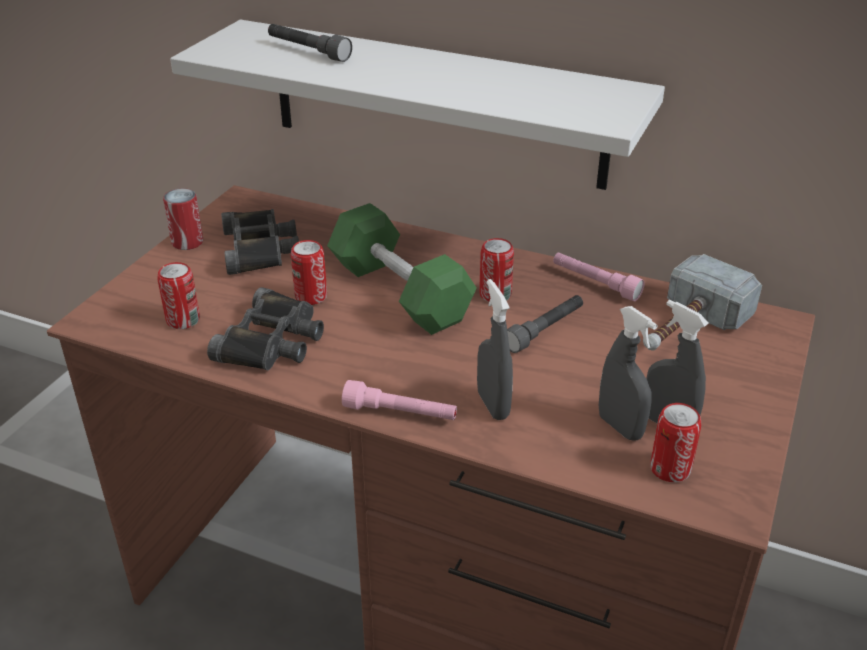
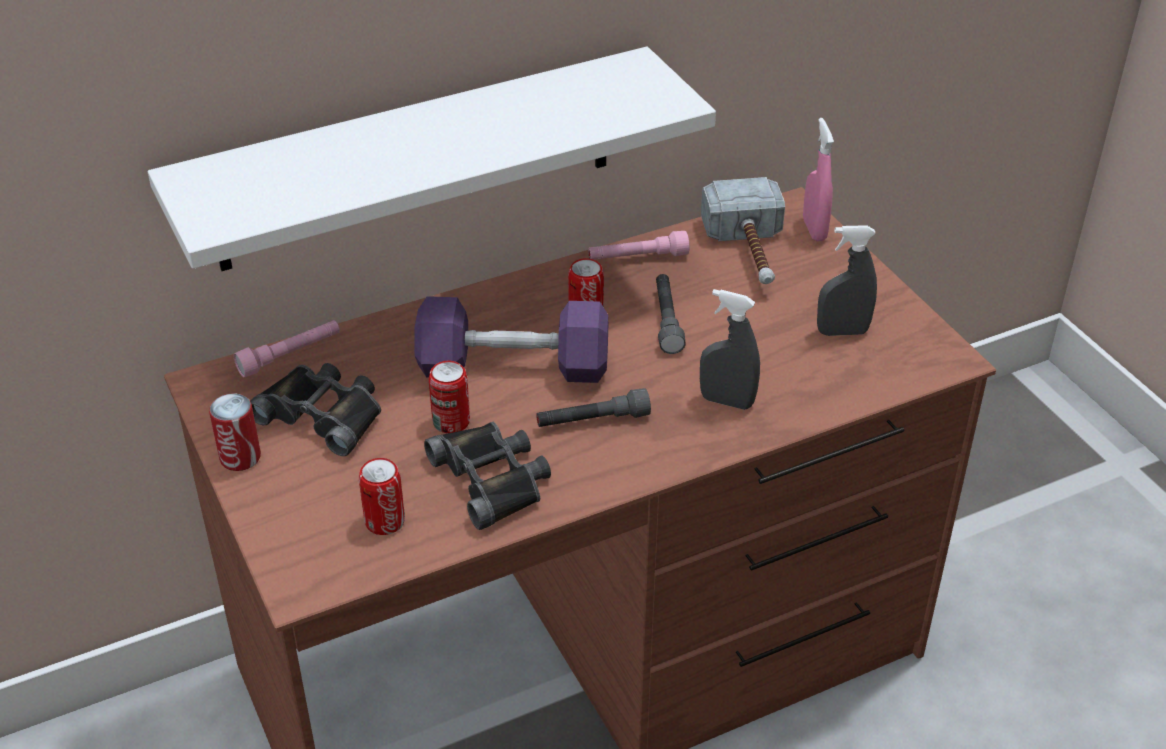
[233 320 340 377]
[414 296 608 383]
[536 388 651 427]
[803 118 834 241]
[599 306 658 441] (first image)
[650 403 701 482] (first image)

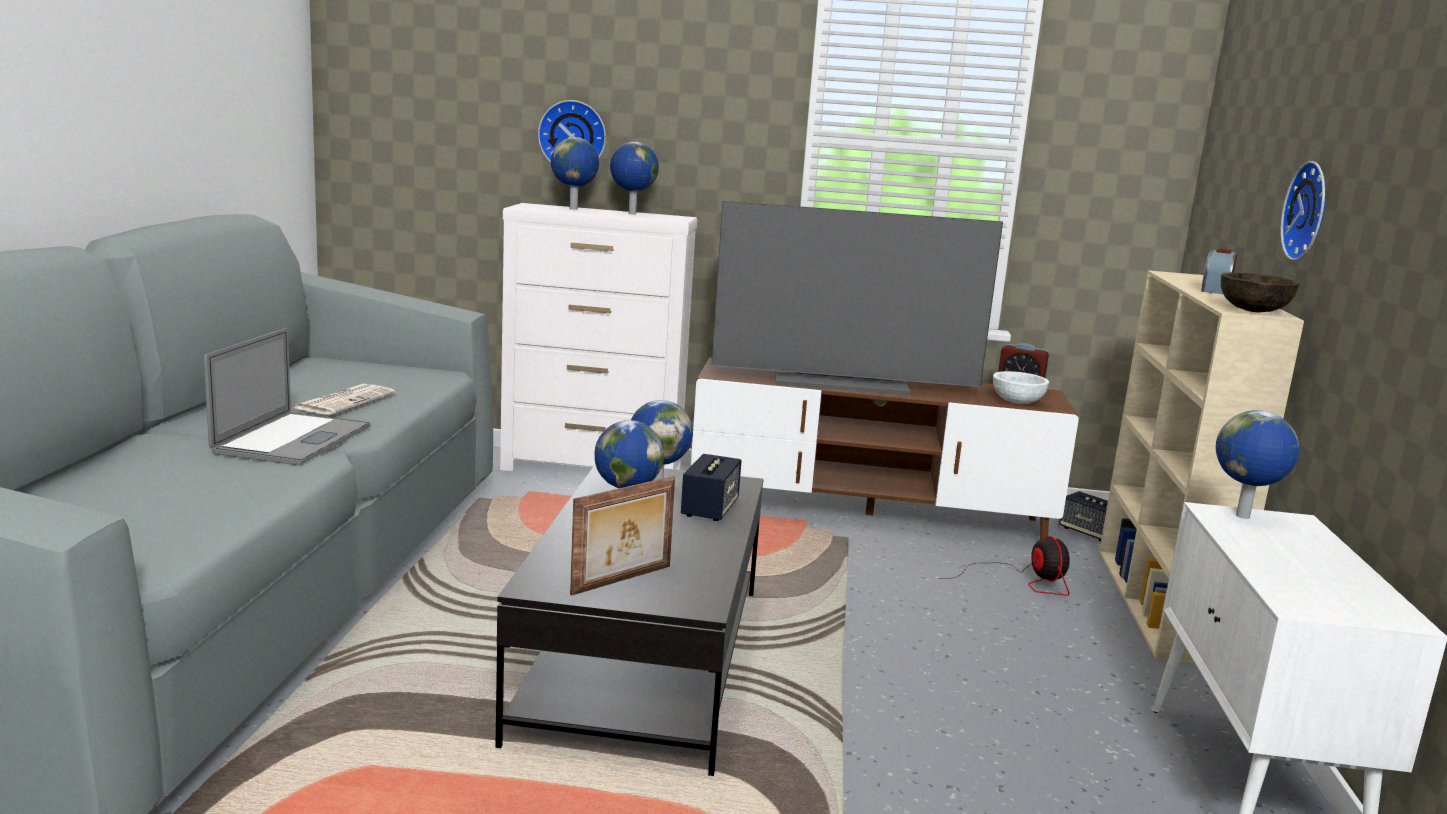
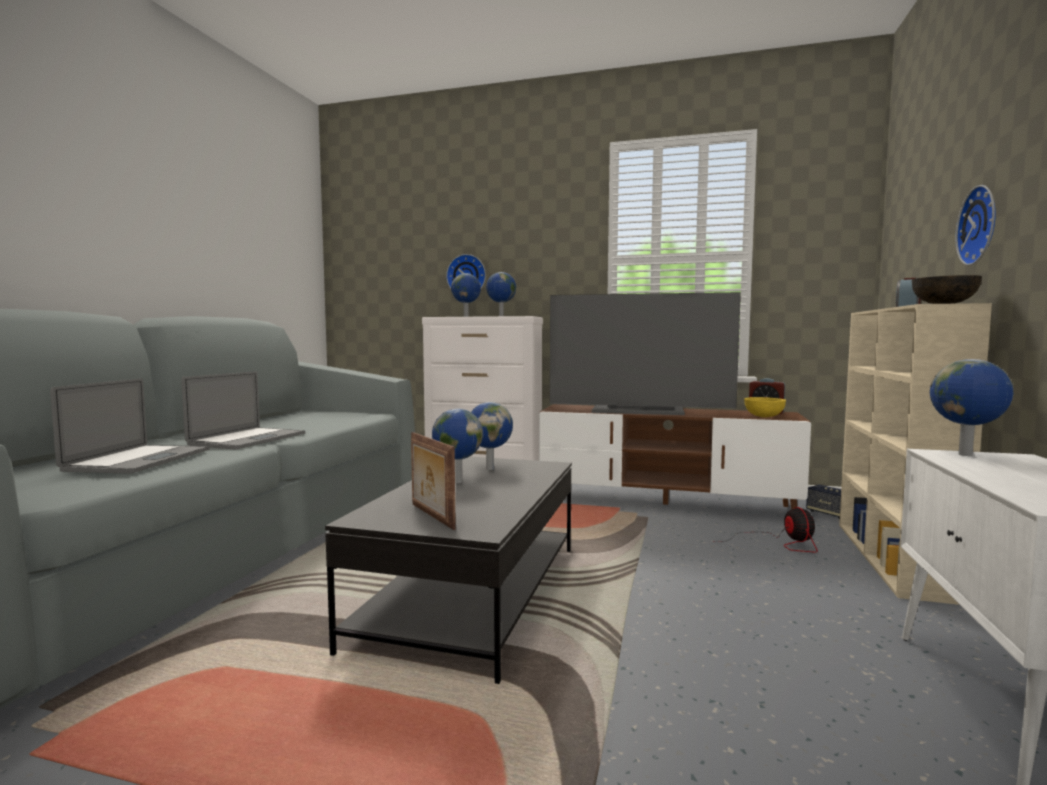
[50 378 210 473]
[411 432 456 530]
[744 397 786 417]
[294 384 395 415] (first image)
[681 454 742 521] (first image)

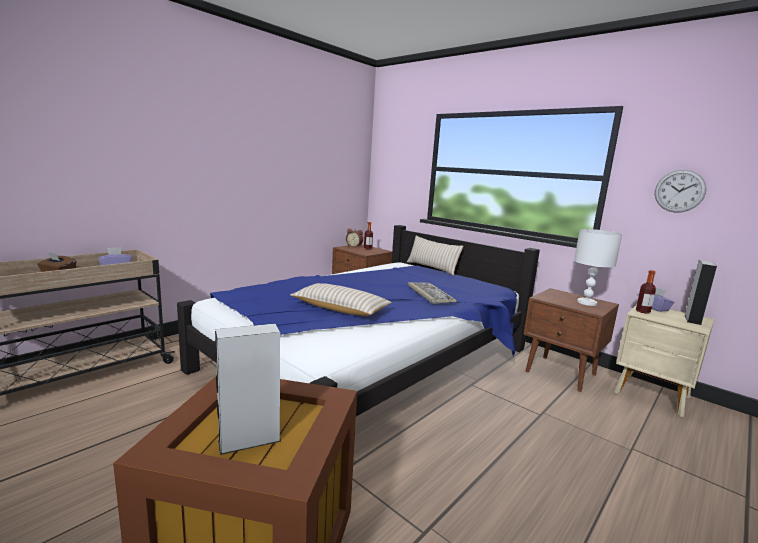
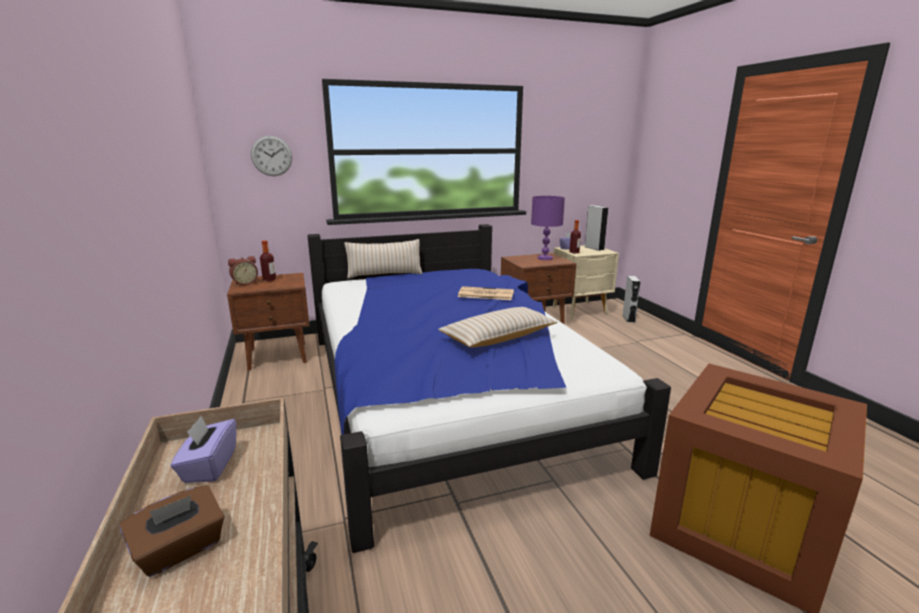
[251 136 292 176]
[458 286 514 300]
[531 196 565 260]
[622 276 641 323]

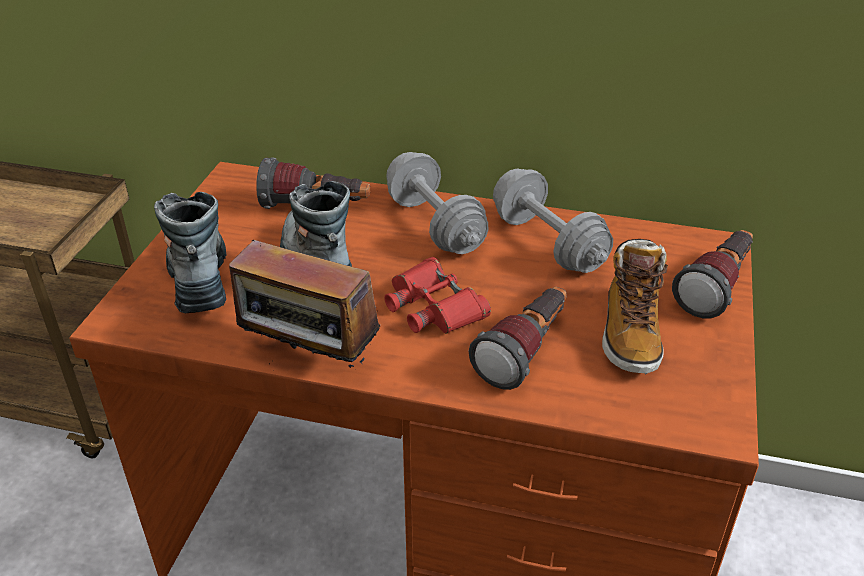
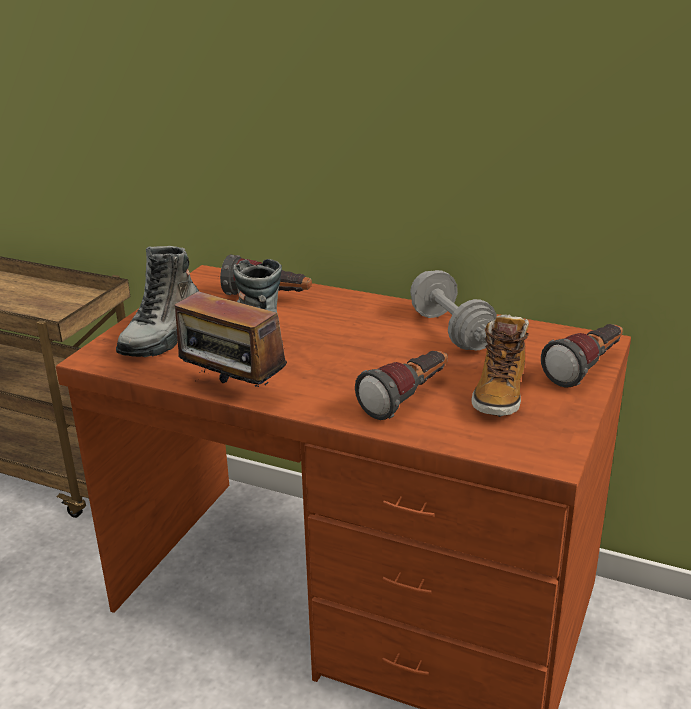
[116 246 199 357]
[384 257 491 333] (first image)
[386 152 489 254] (first image)

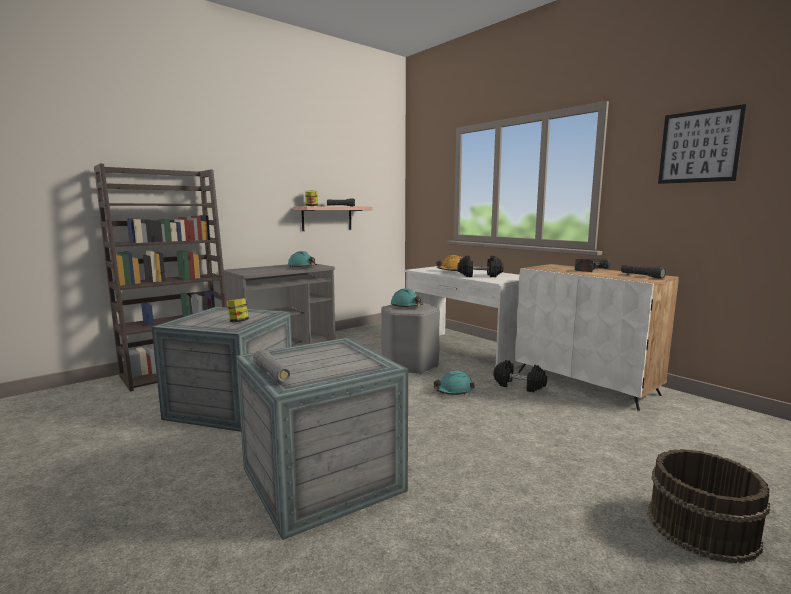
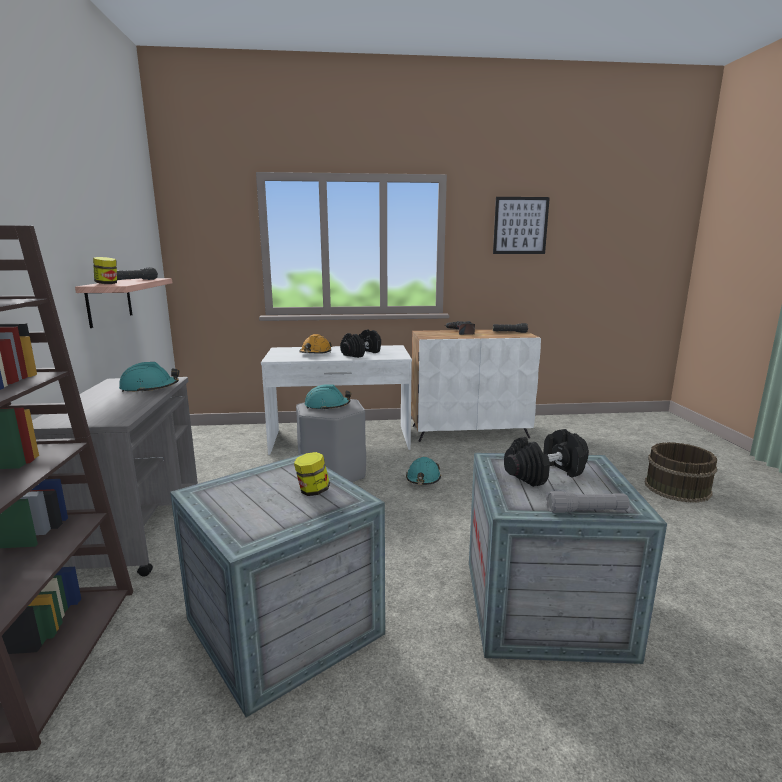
[504 429 589 487]

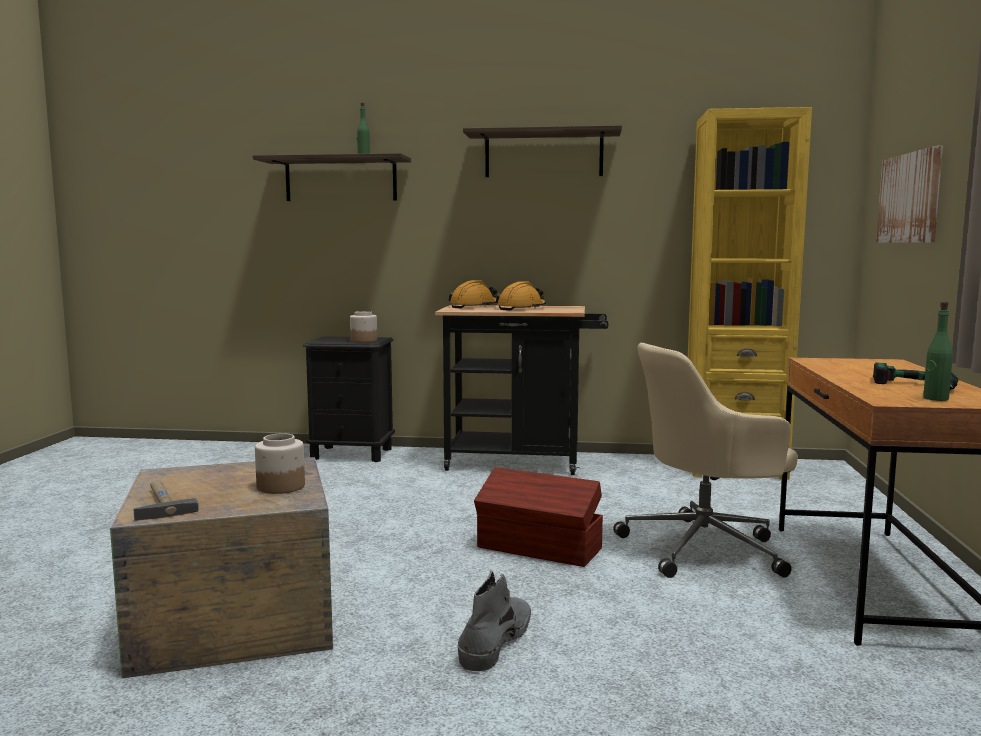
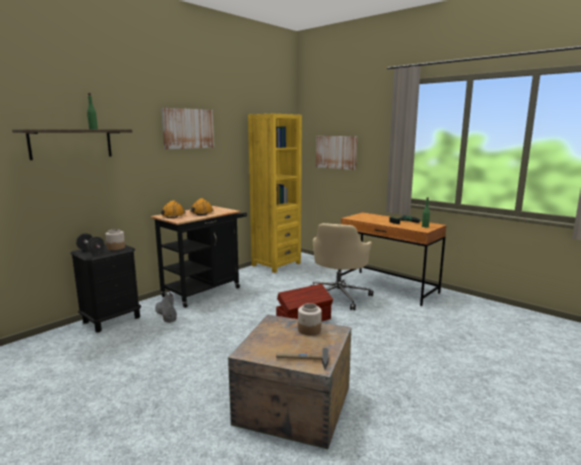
[76 233 105 254]
[155 291 177 323]
[161 108 214 149]

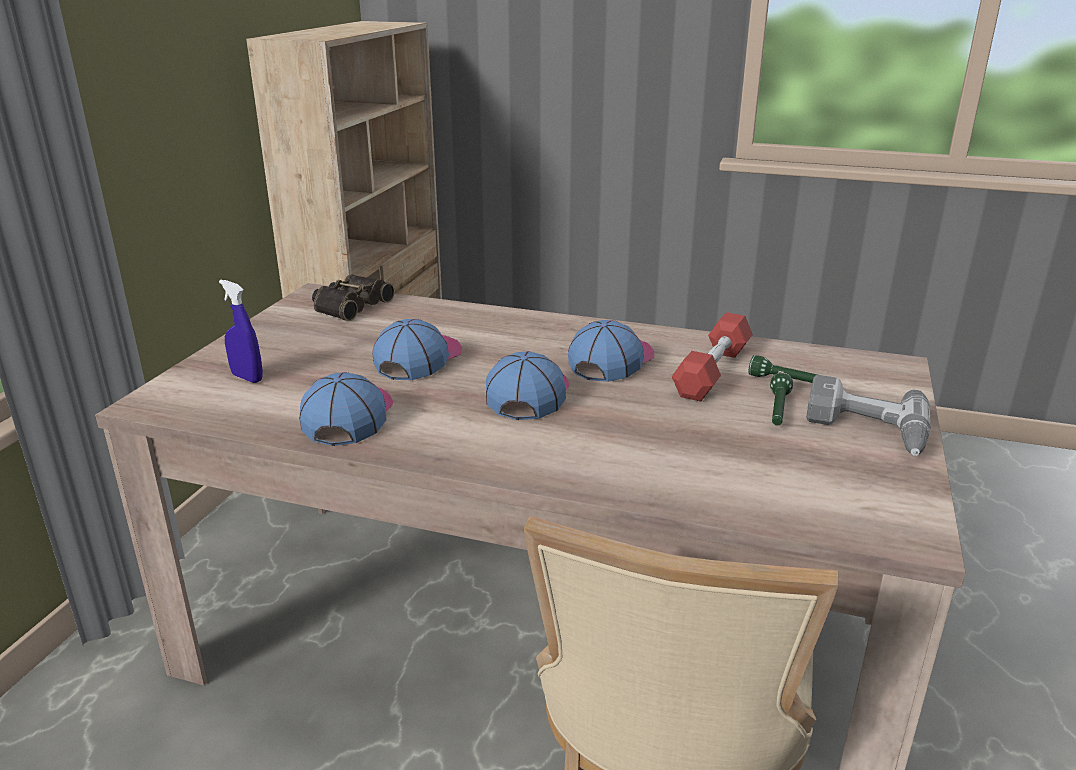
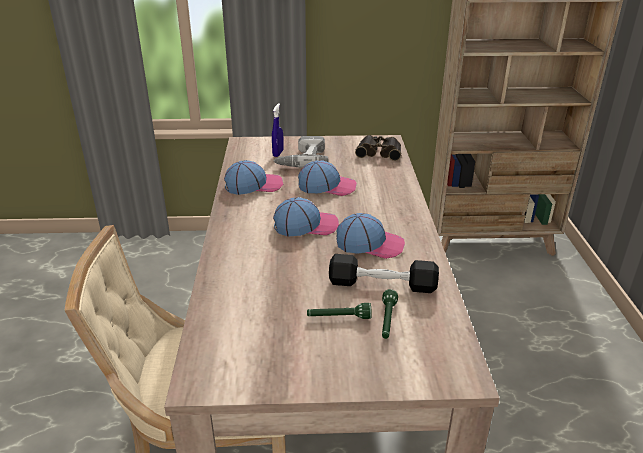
[273 136 329 168]
[329 254 439 293]

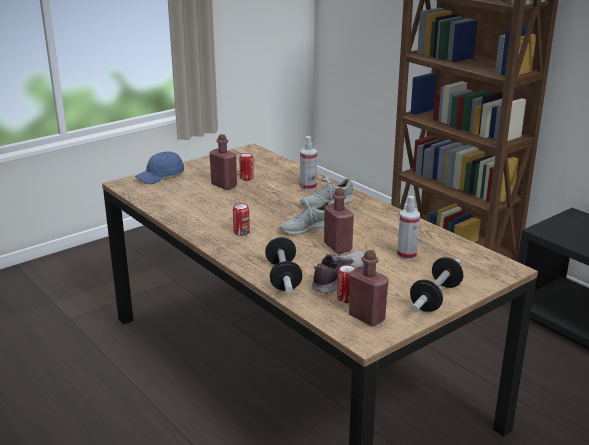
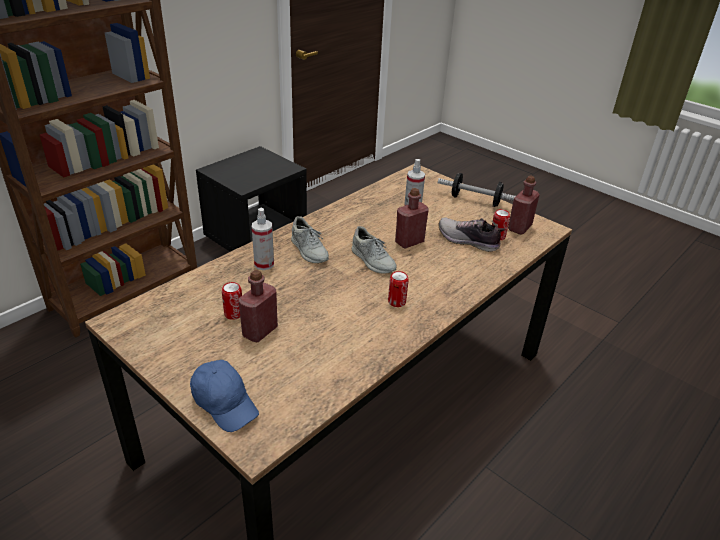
[265 237 303 293] (first image)

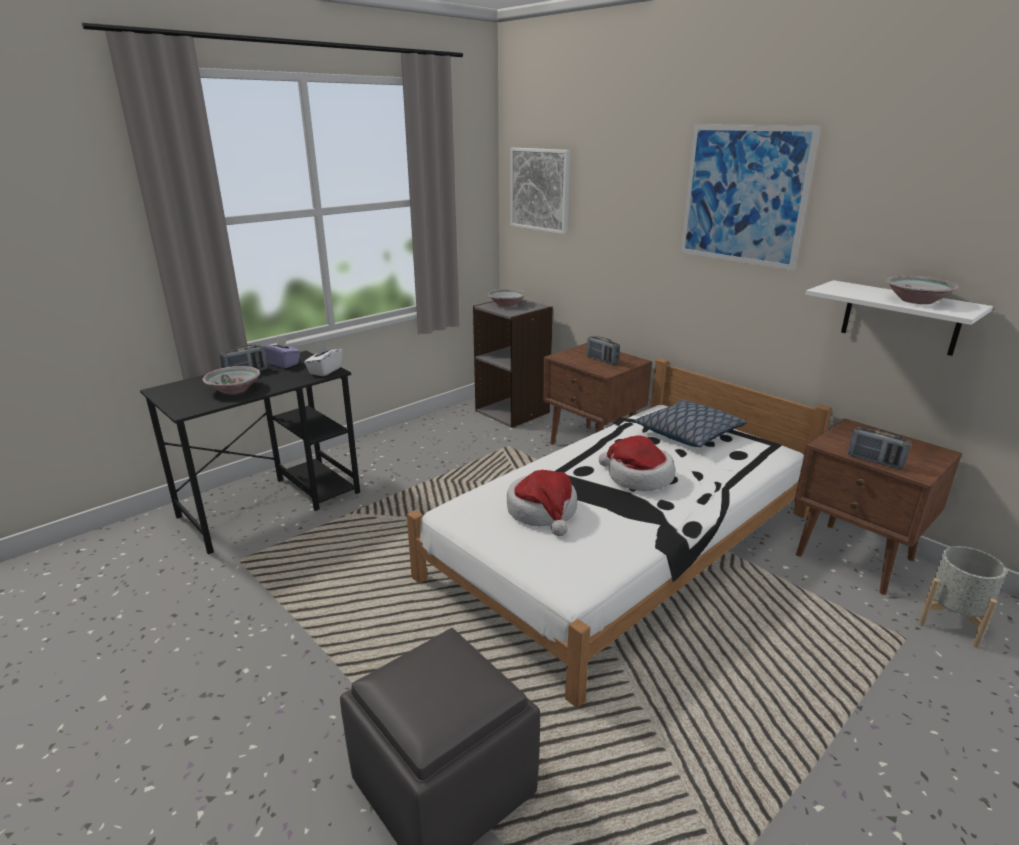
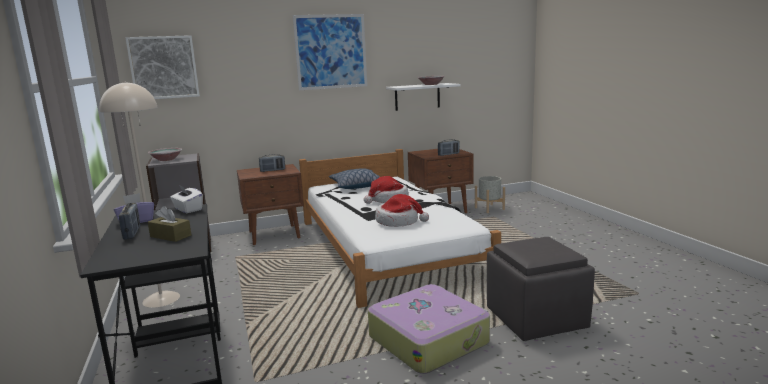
[99 81 180 308]
[148 206 191 242]
[368 284 490 374]

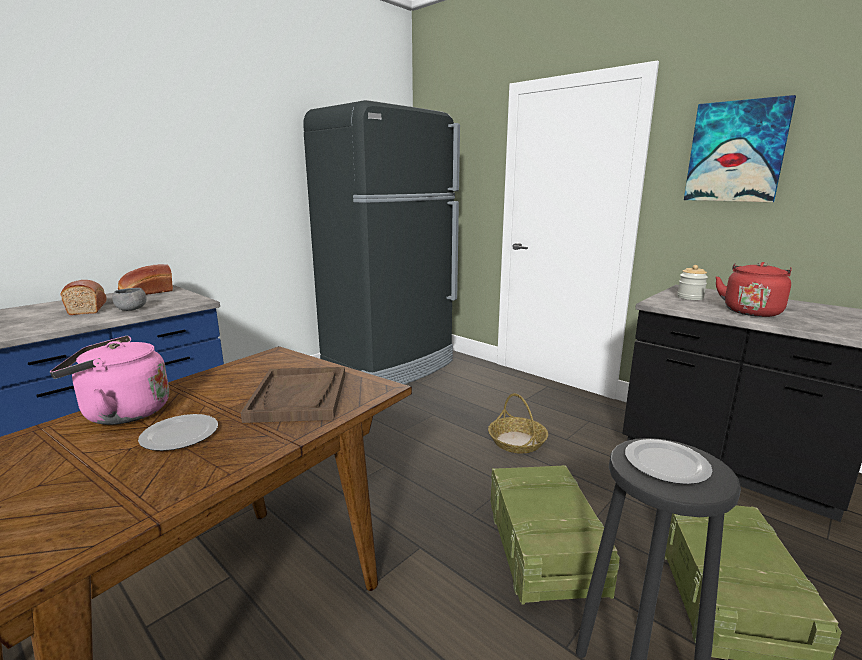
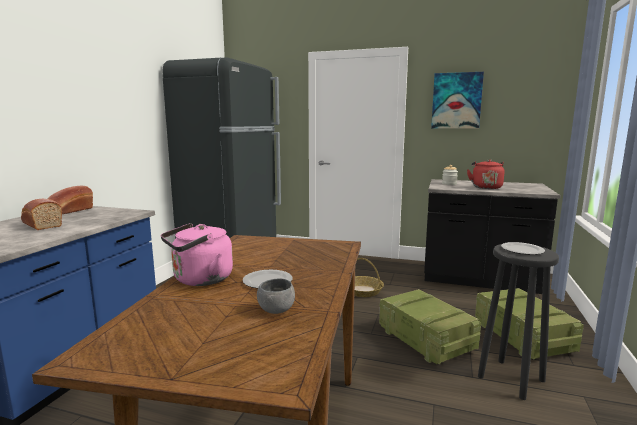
[257 278 295 314]
[241 367 345 423] (first image)

